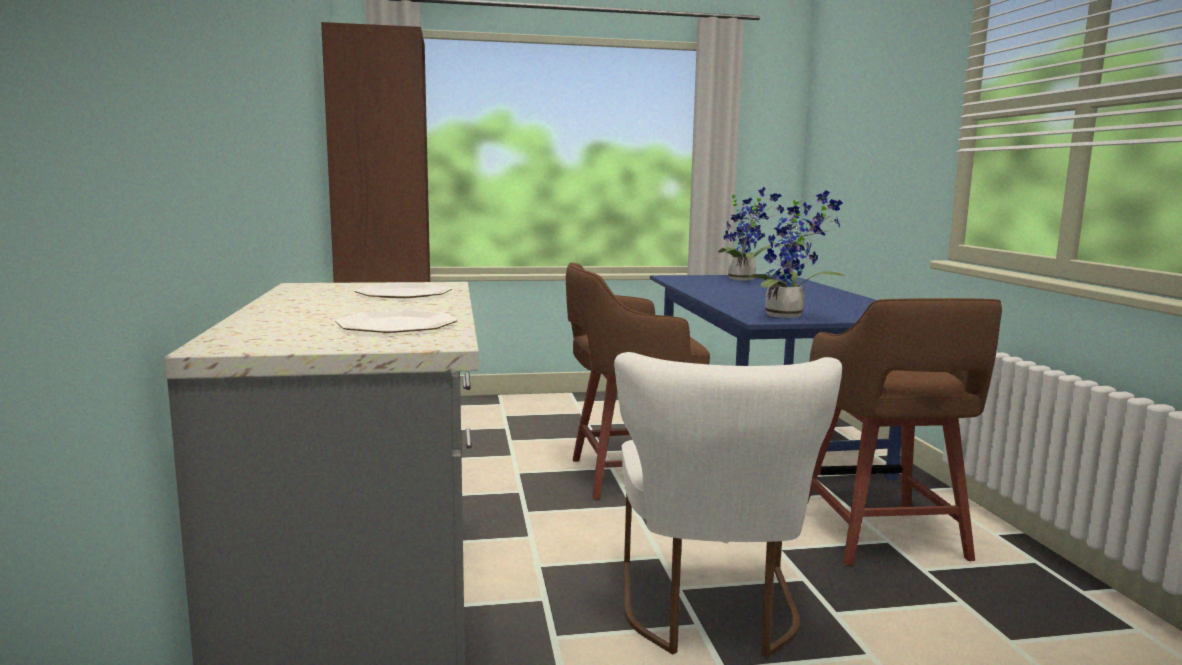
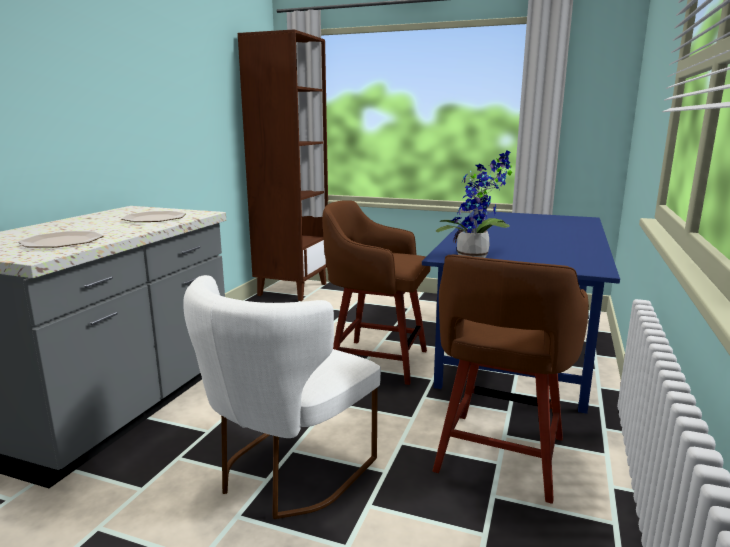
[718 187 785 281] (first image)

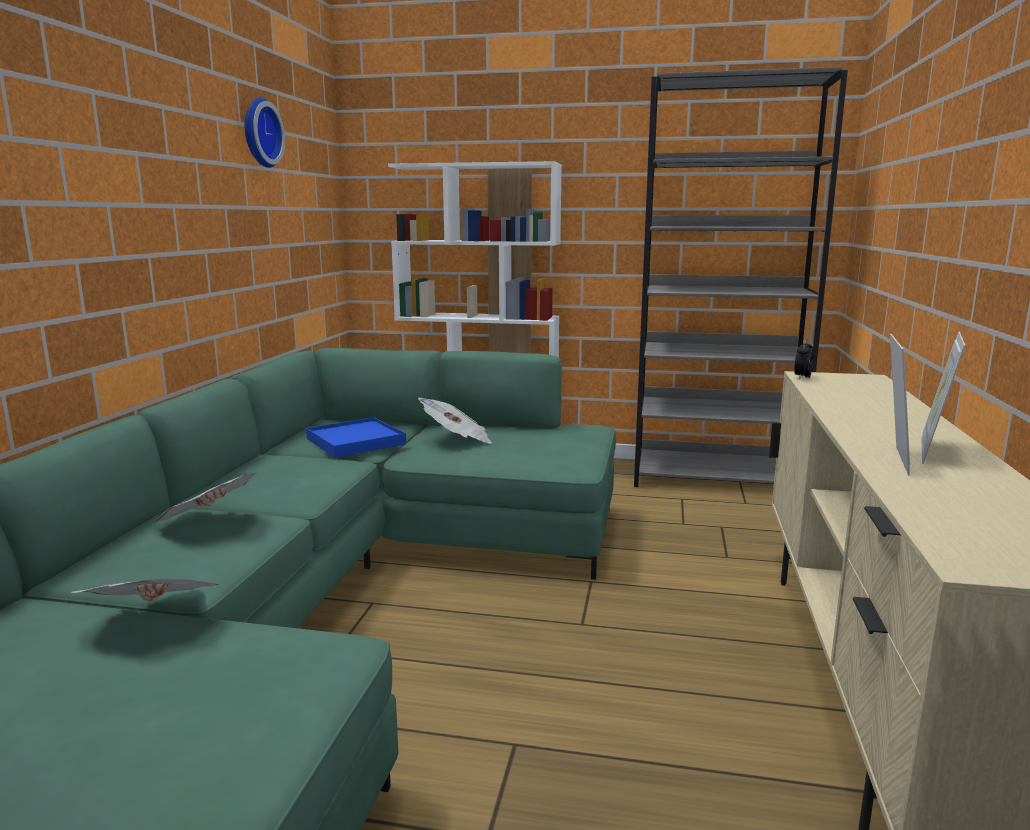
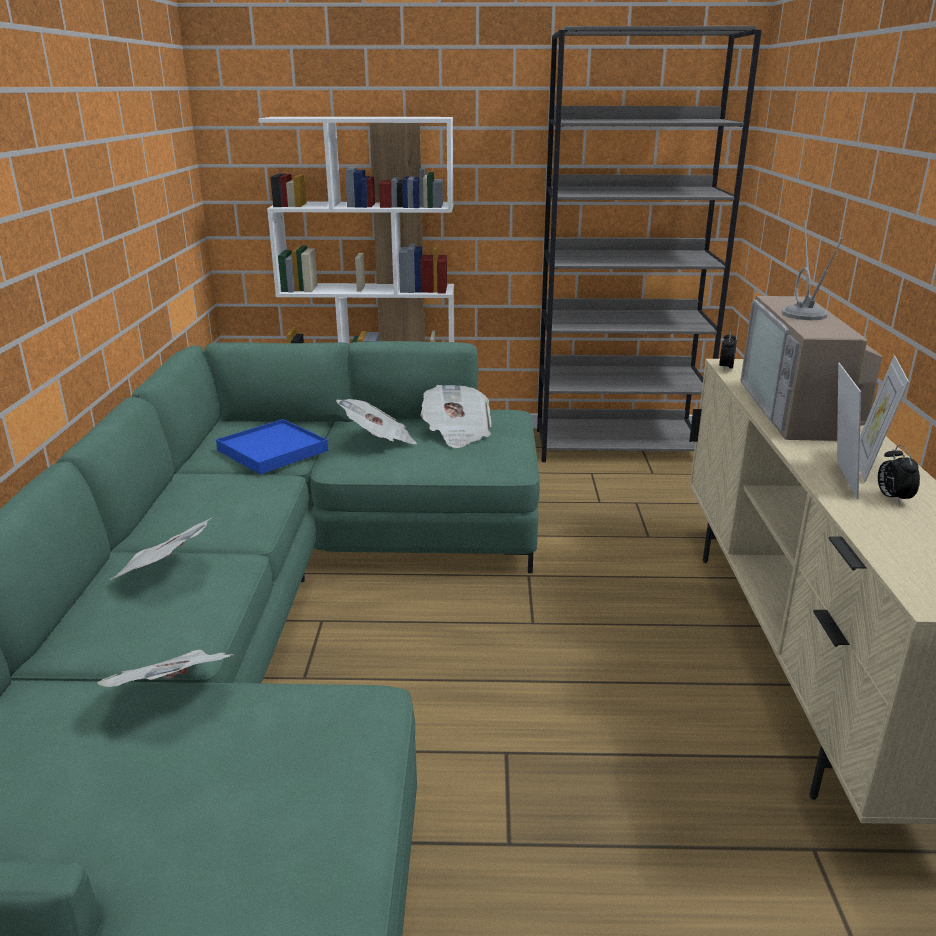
[420 385 491 448]
[741 220 882 441]
[878 445 920 504]
[245 98 285 168] (first image)

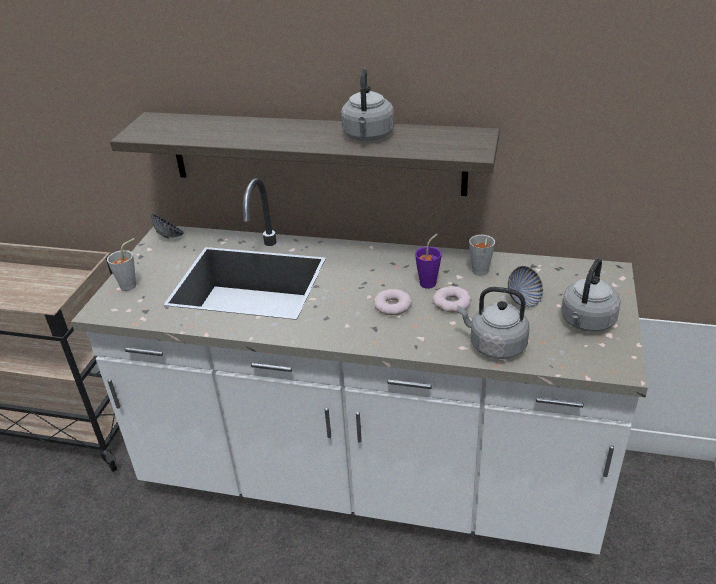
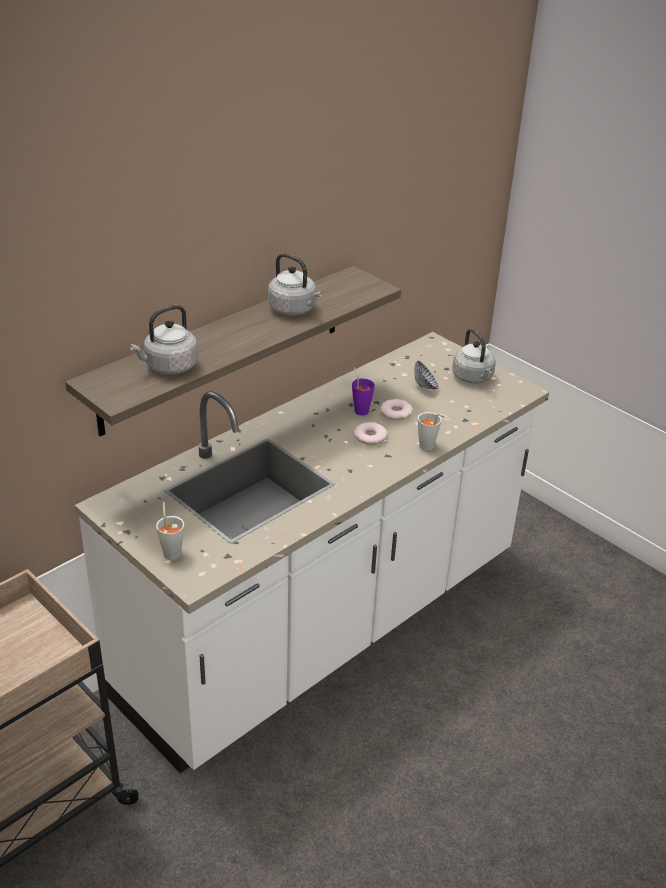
[129 305 198 374]
[418 412 449 451]
[151 214 184 239] (first image)

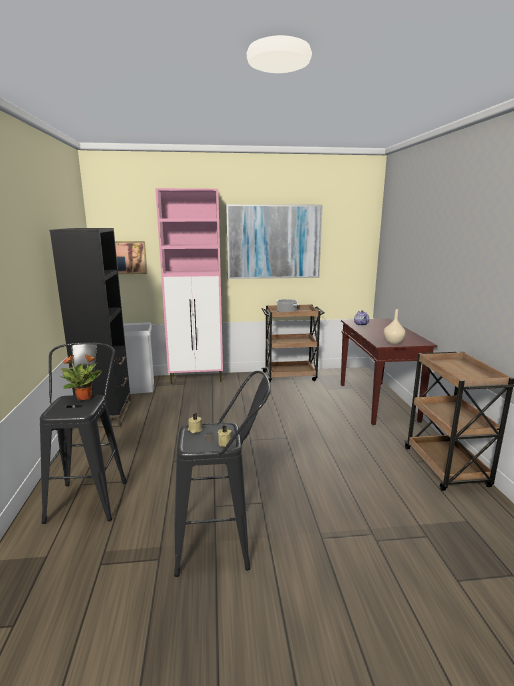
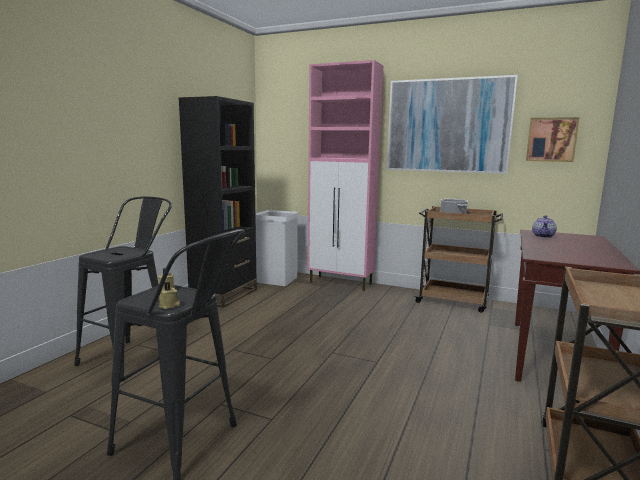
[526 117 580 162]
[60 354 102 400] (first image)
[384 309 406 344] (first image)

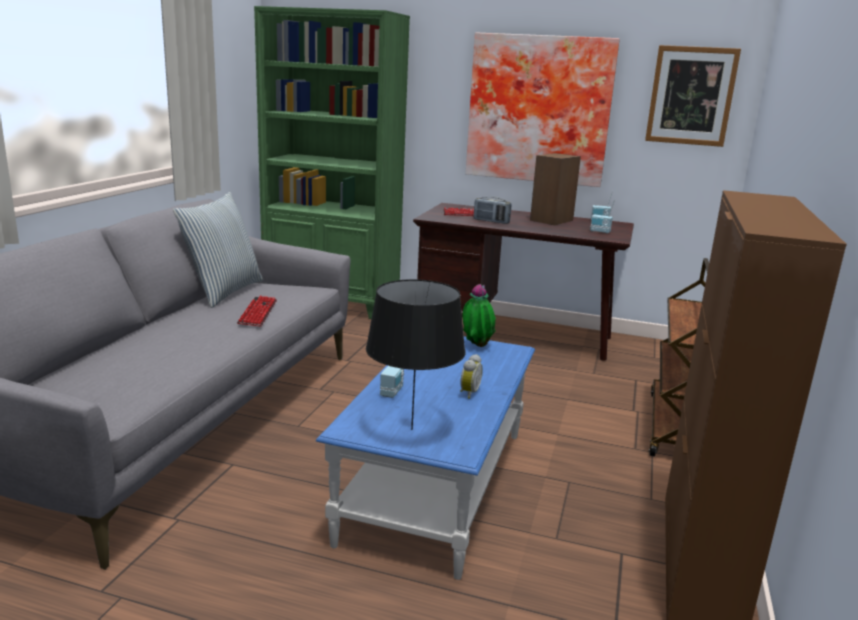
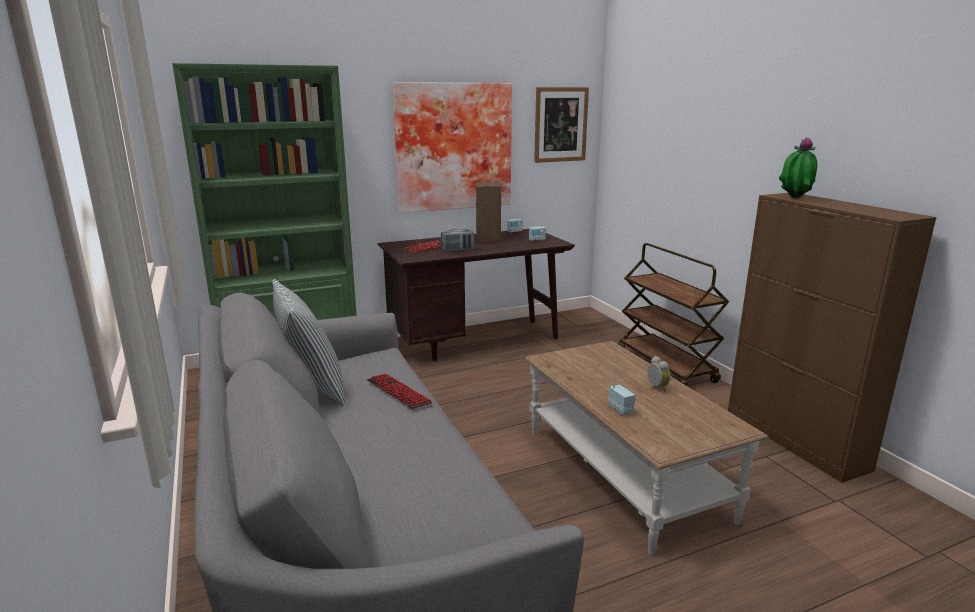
[525 341 769 555]
[779 137 817 198]
[366 279 466 430] (first image)

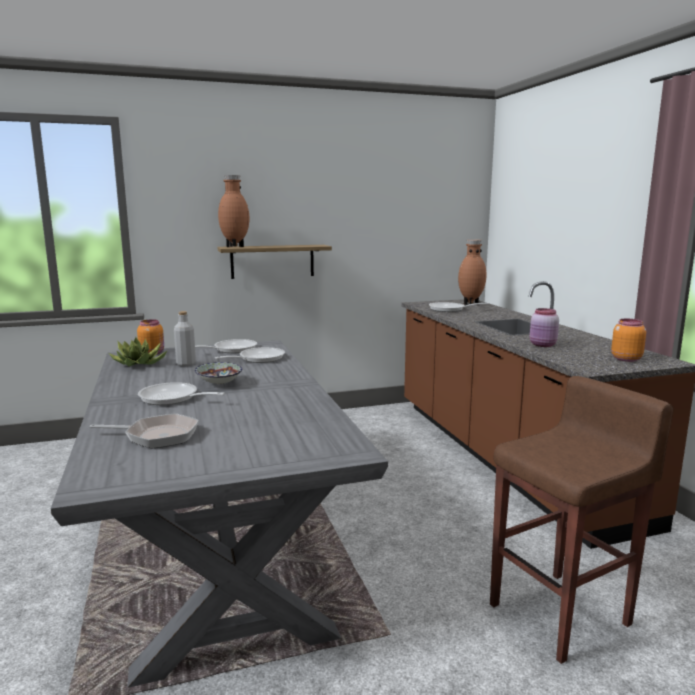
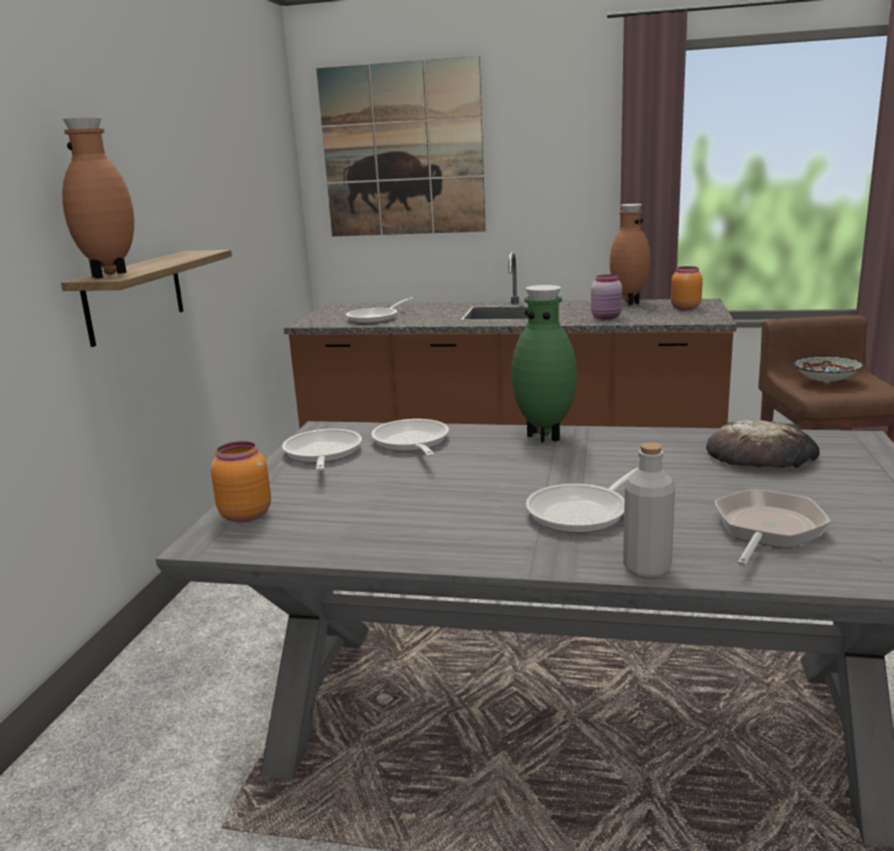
[316 56 486 236]
[512 285 577 443]
[610 204 651 305]
[623 442 675 579]
[706 420 820 468]
[793 357 864 383]
[109 337 167 366] (first image)

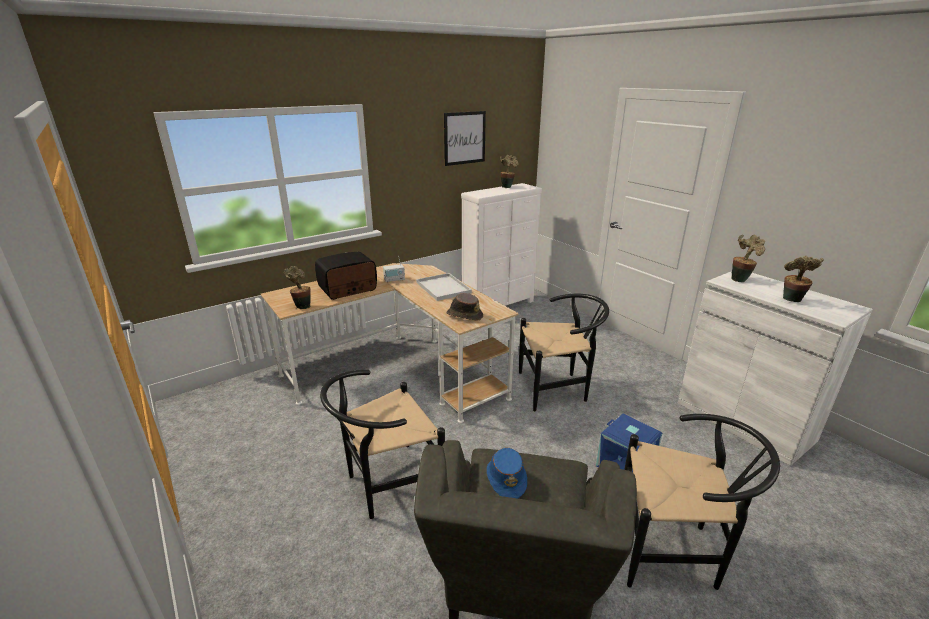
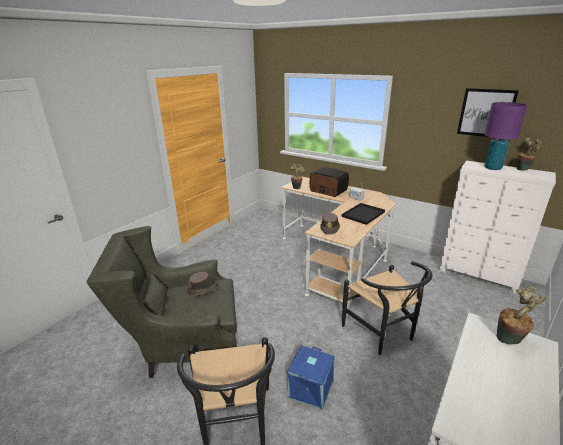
[187 272 220 296]
[341 203 385 225]
[485 102 528 170]
[320 370 445 519] (first image)
[783 256 824 302] (first image)

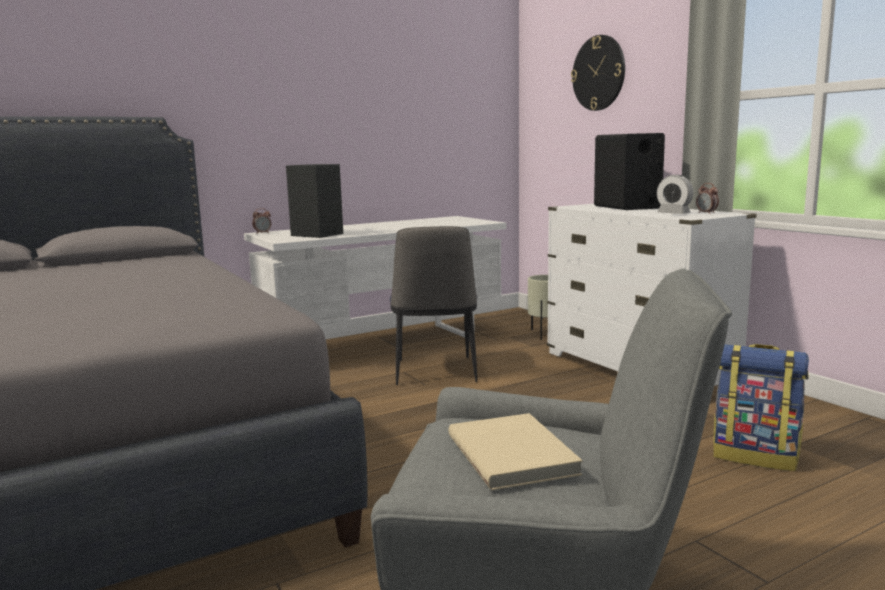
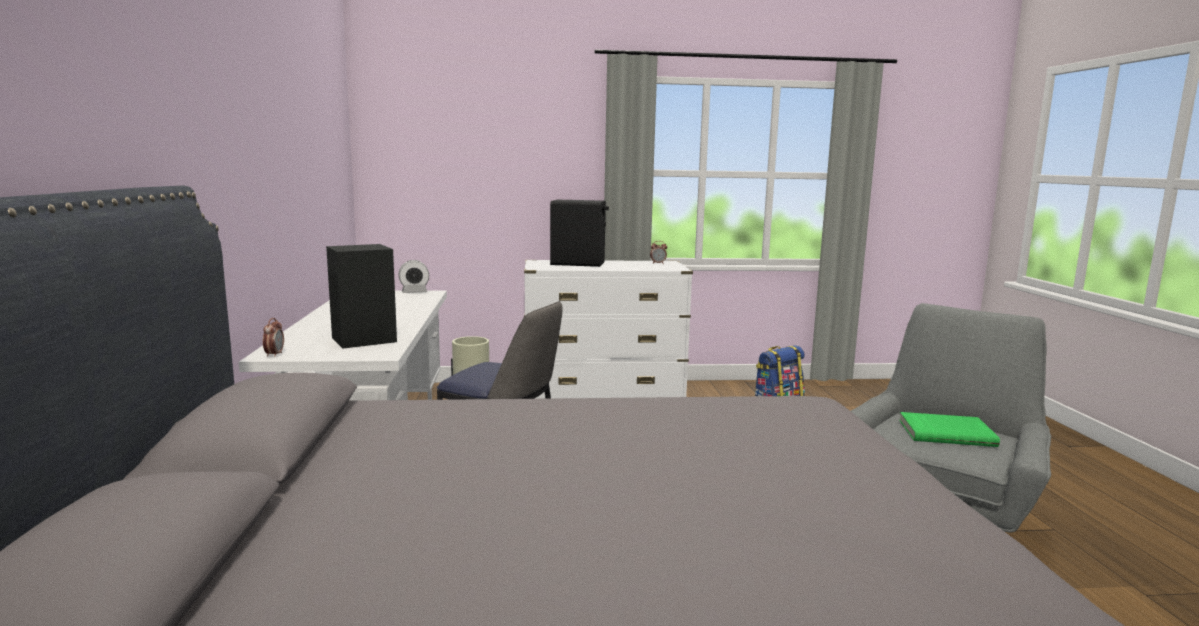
[398 260 429 293]
[899 412 1000 447]
[571 35 625 111] (first image)

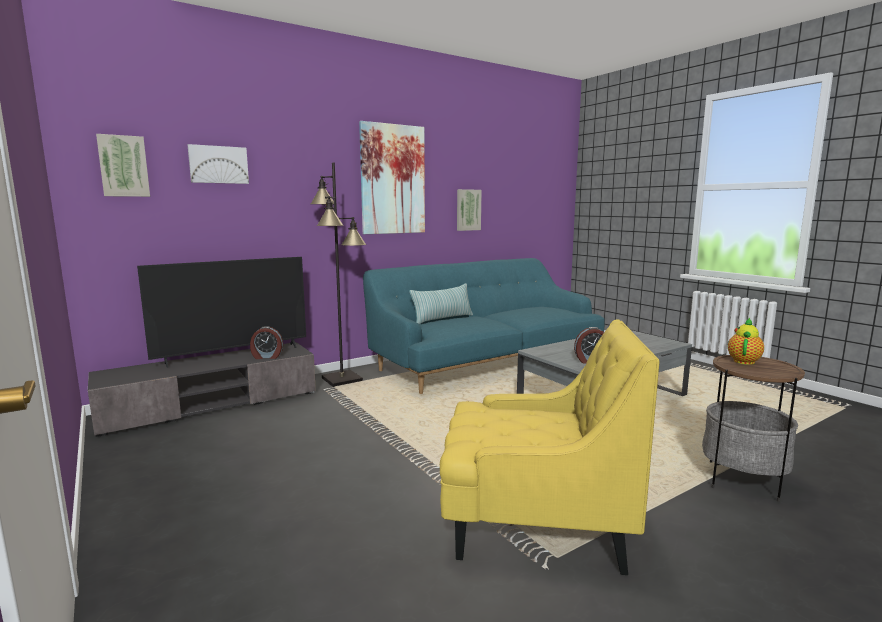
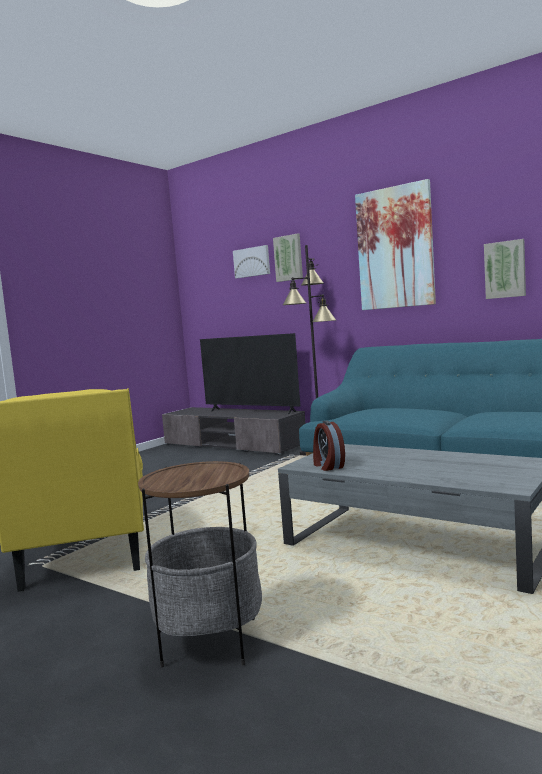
[273 234 303 282]
[250 326 283 359] (first image)
[409 283 473 324] (first image)
[728 318 764 365] (first image)

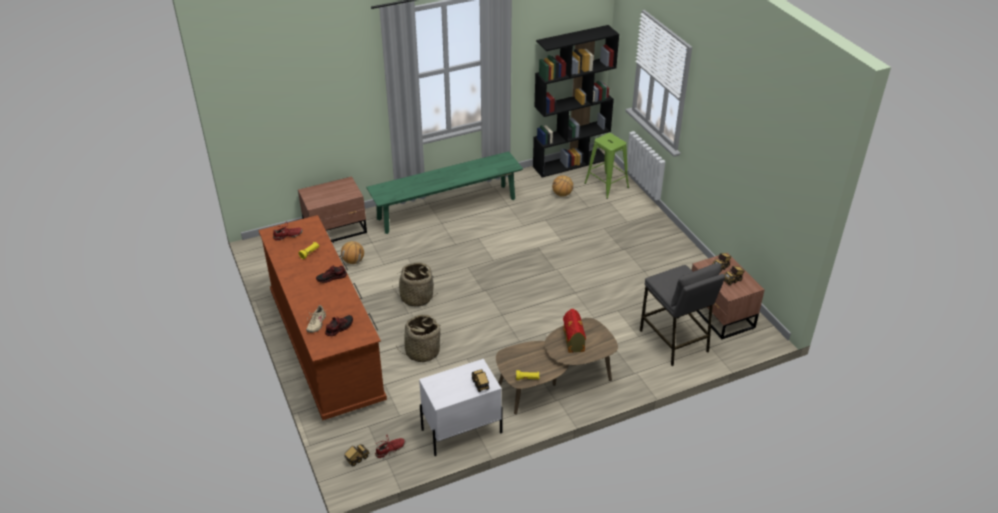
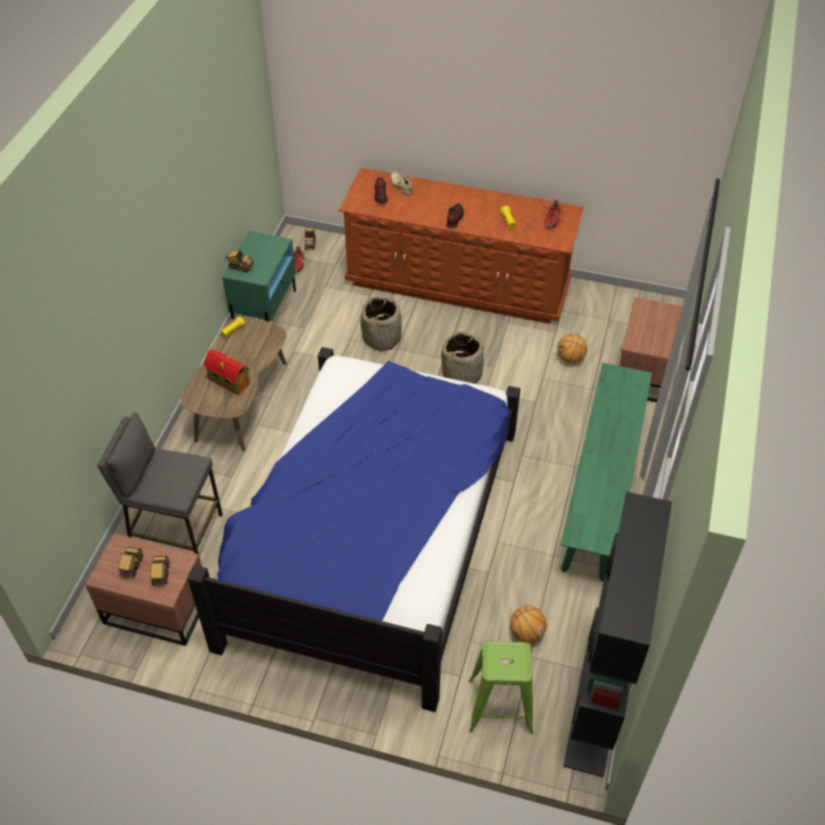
[187 347 520 712]
[222 231 296 322]

